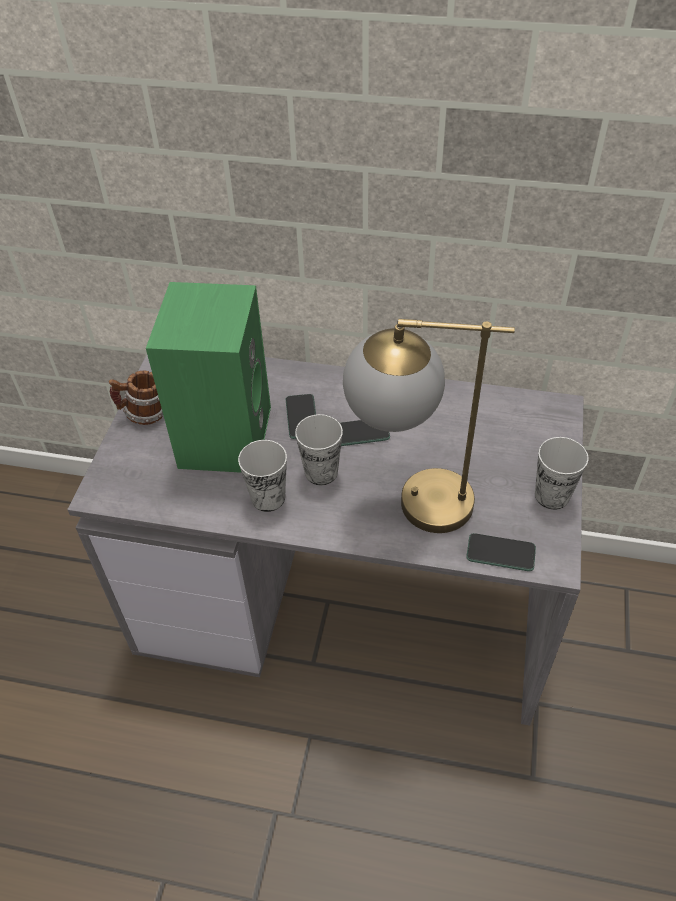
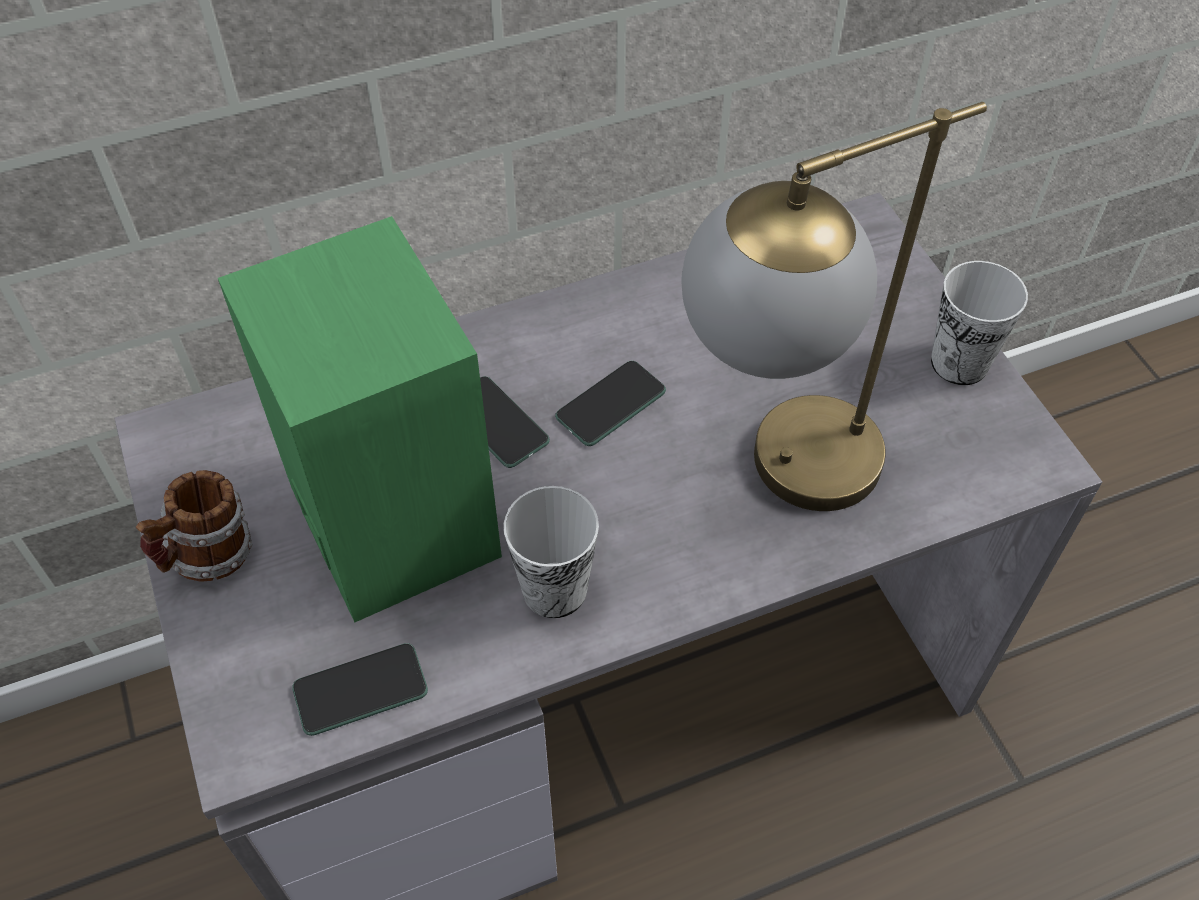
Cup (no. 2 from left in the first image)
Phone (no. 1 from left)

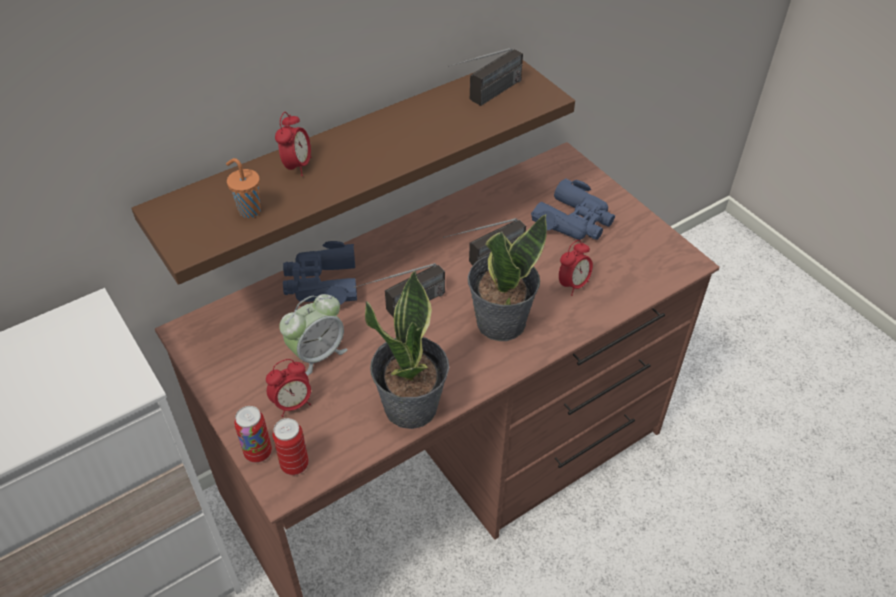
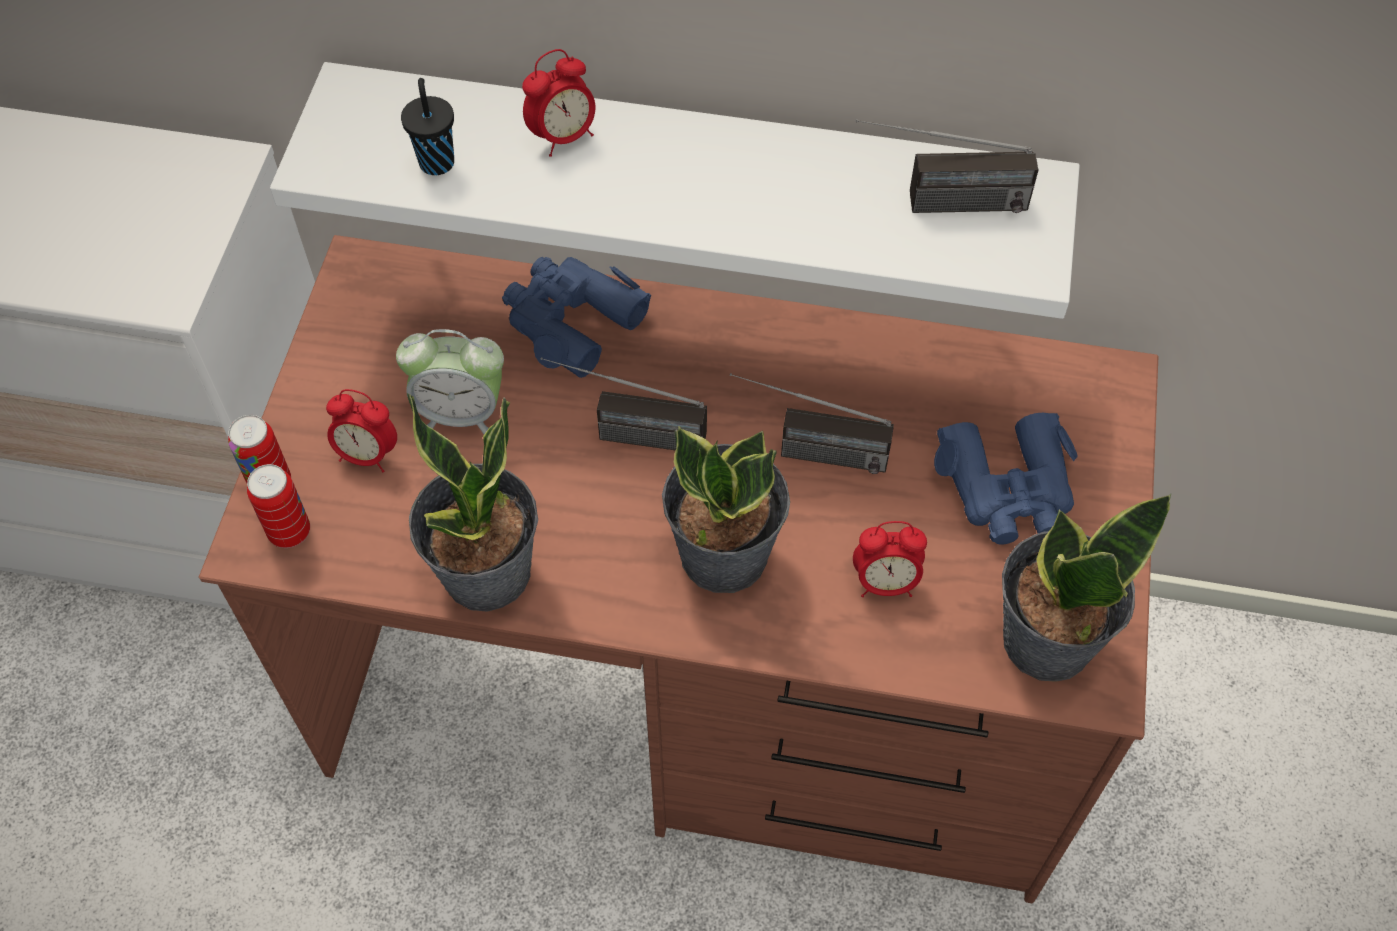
PottedPlant (no. 3 from left)
WhiteShelf
BlackCup

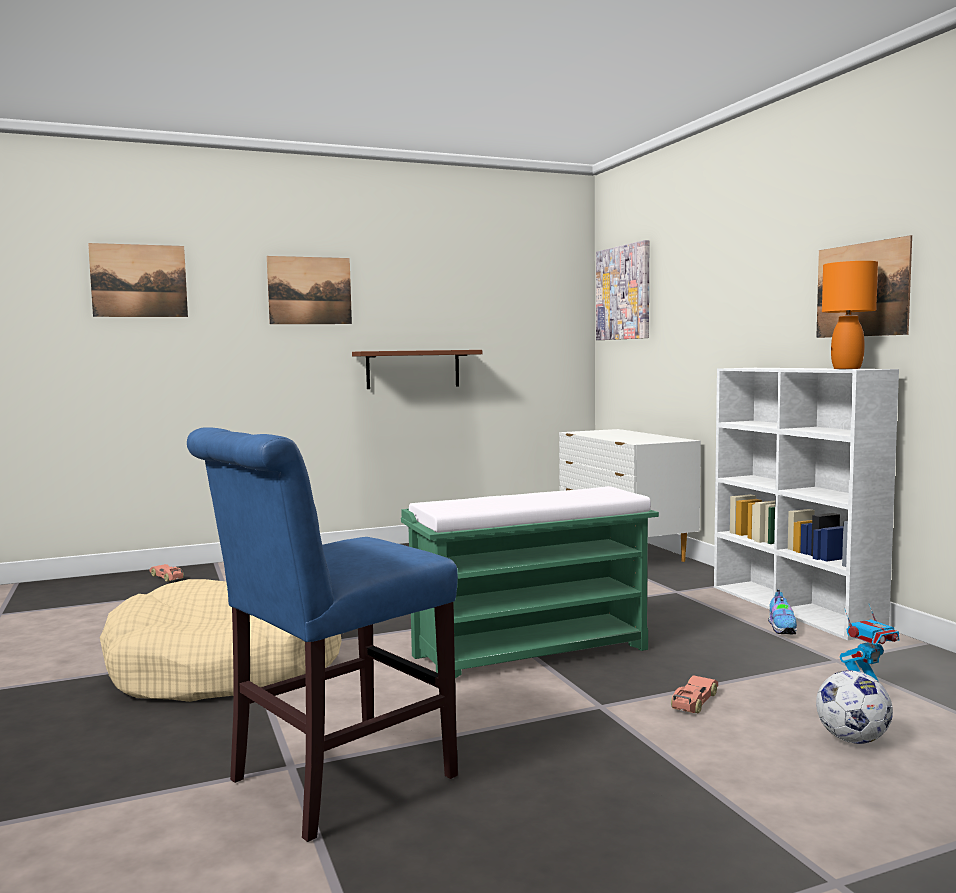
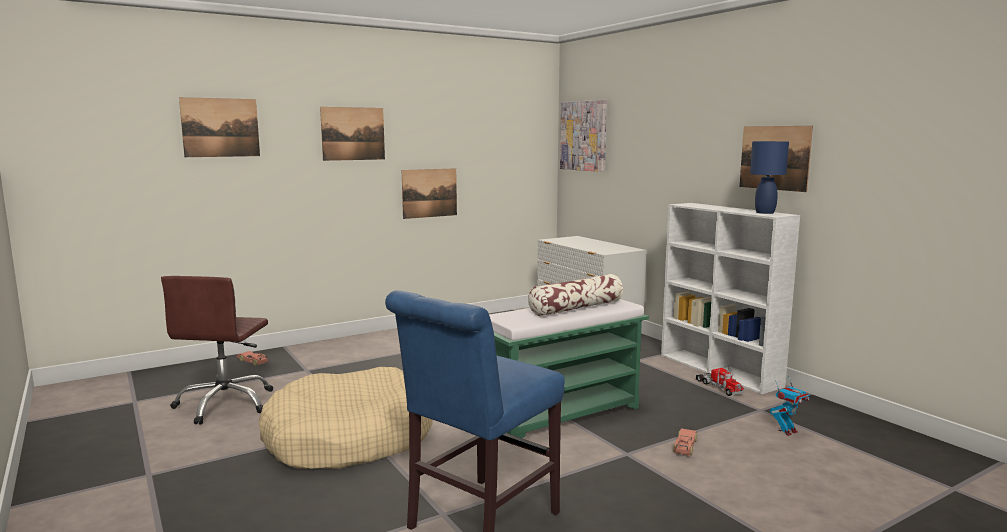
Football
BrownOfficeChair
Pillow
Picture (no. 3 from left)
ToyTruck
BlueTableLamp

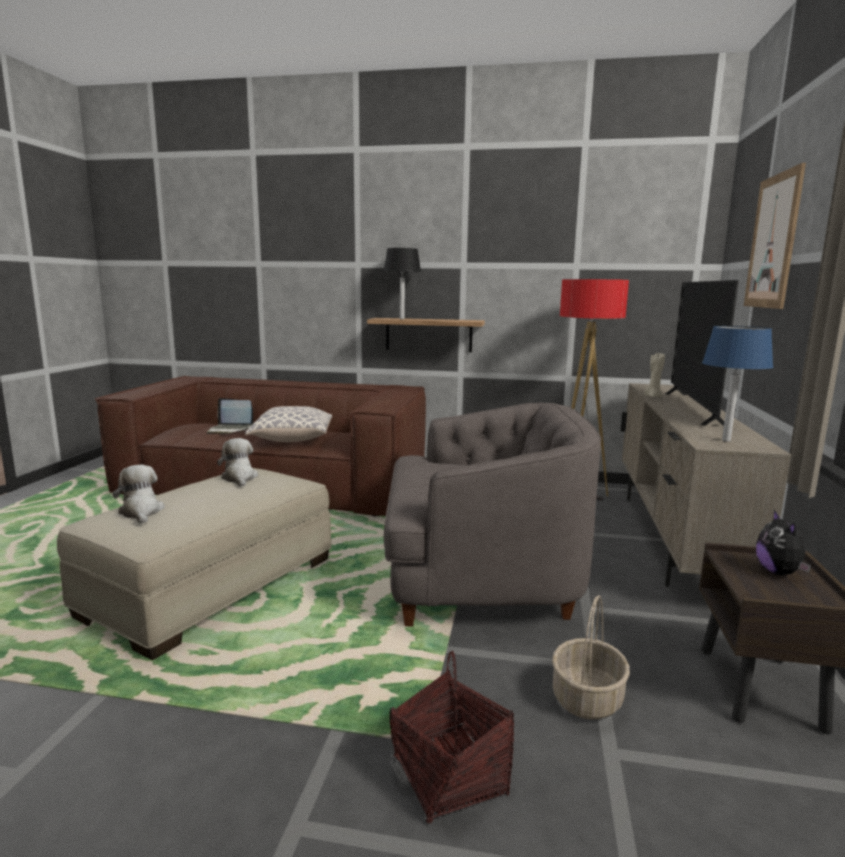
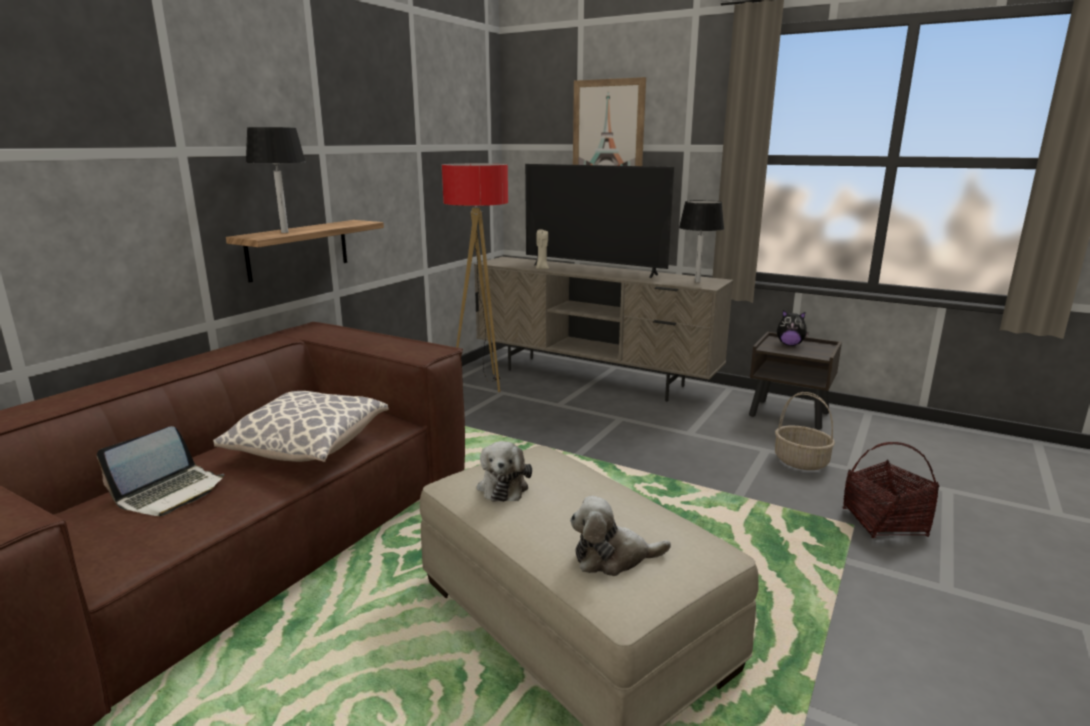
GreyArmchair
BlackTableLamp (no. 2 from left)
PlushToy (no. 1 from left)

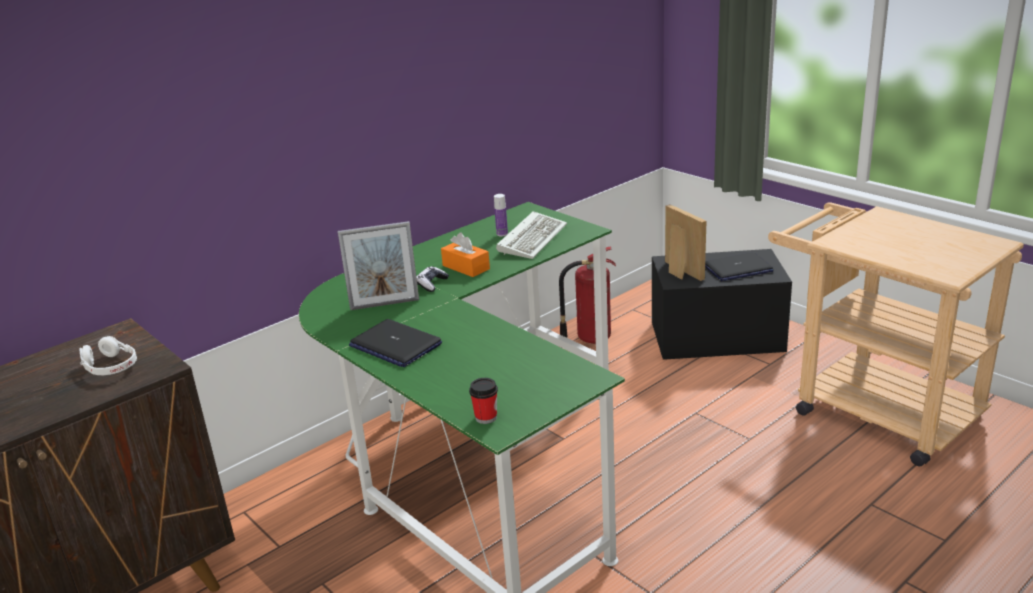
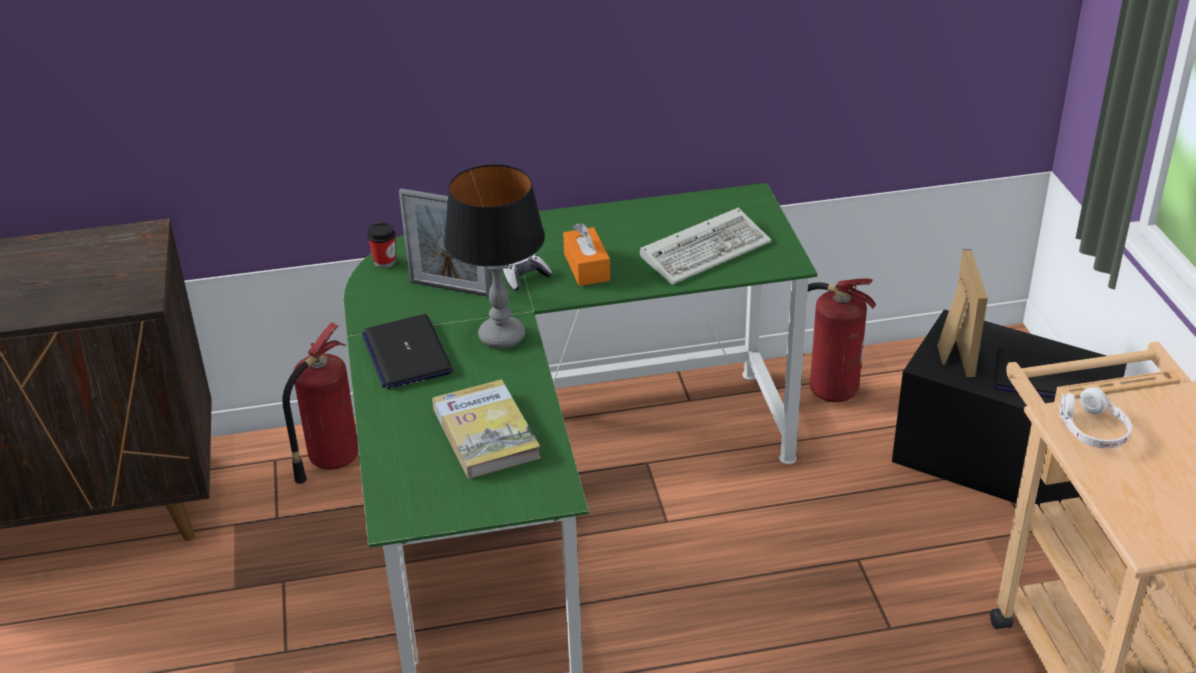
Bottle
FireExtinguisher (no. 1 from left)
Book
TableLamp
WhiteHeadphones
Cup

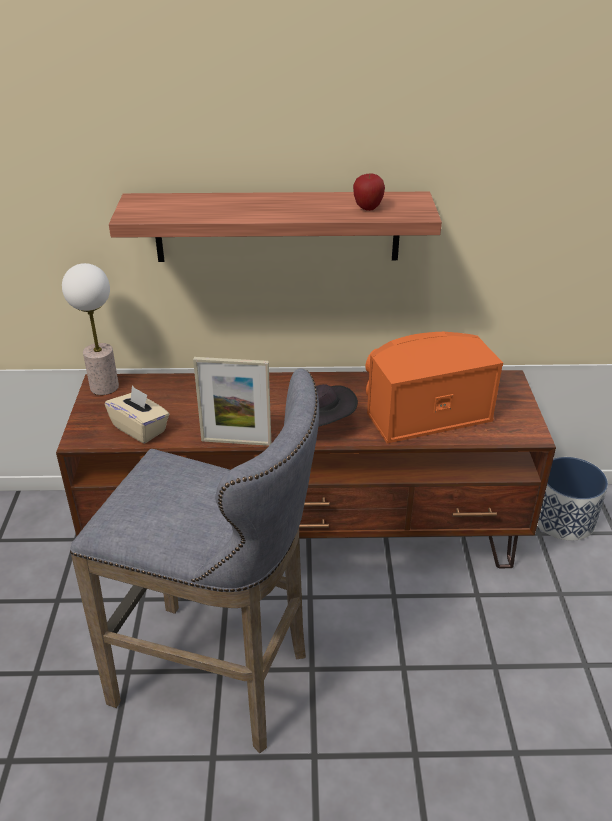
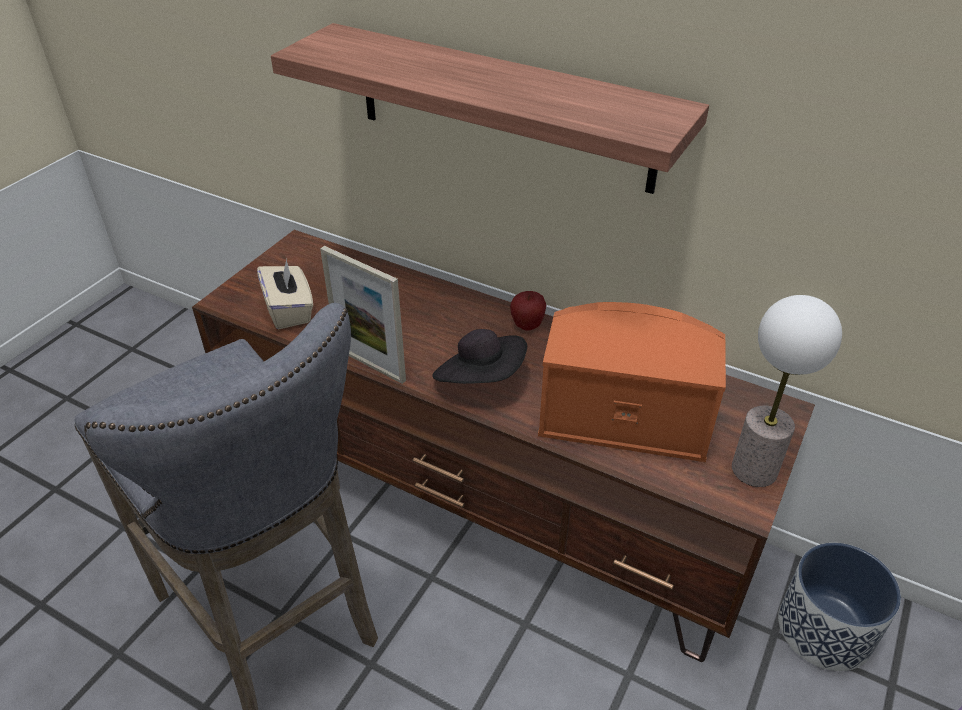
TableLamp
Apple

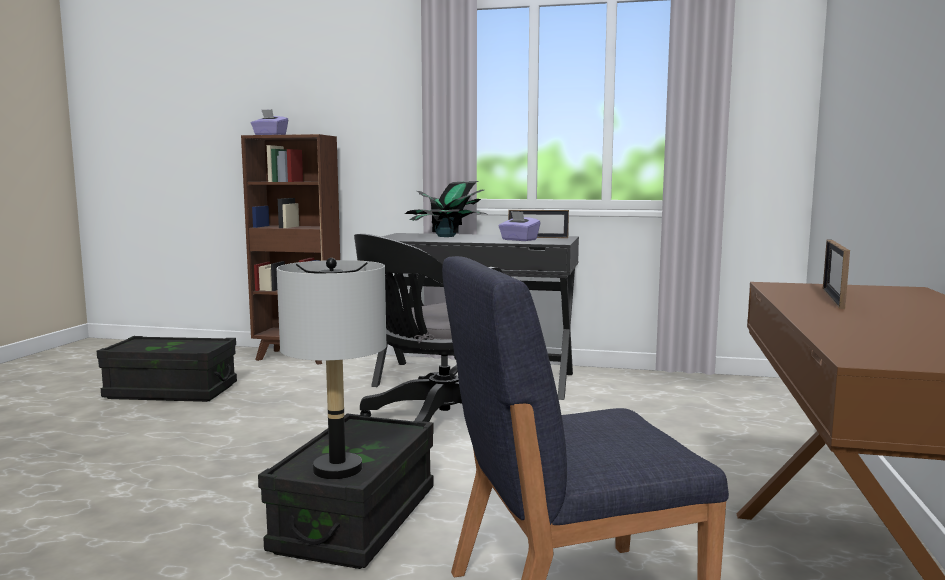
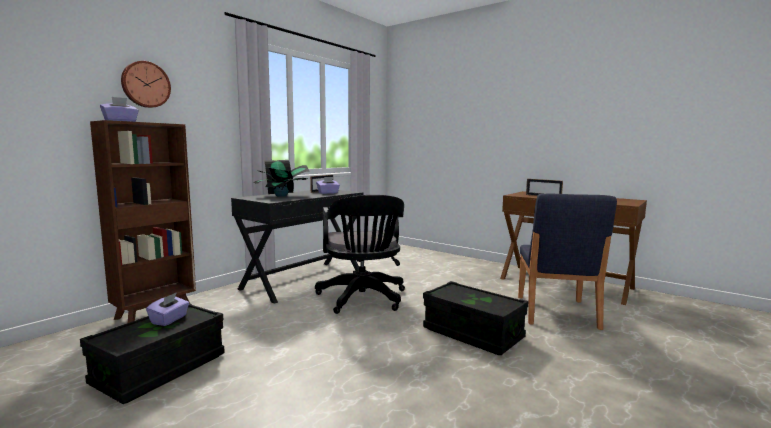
GreyTableLamp
WallClock
PurpleTissueBox (no. 2 from left)

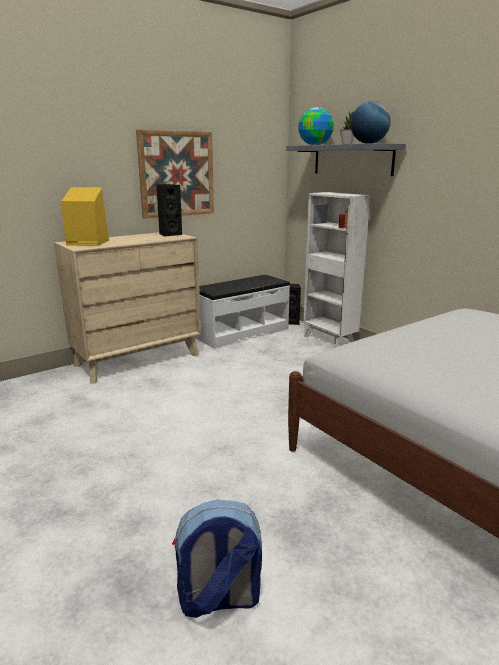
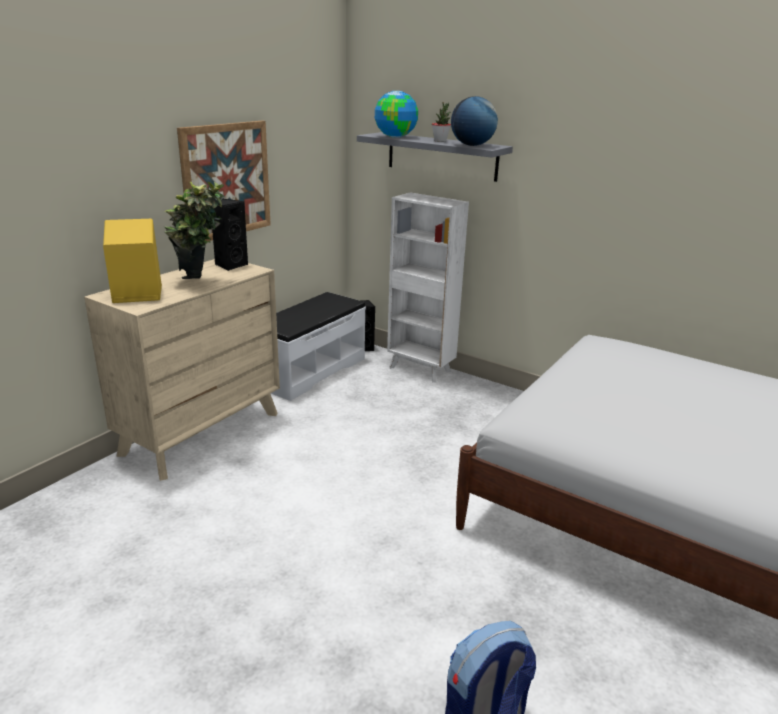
PottedPlant (no. 1 from left)

